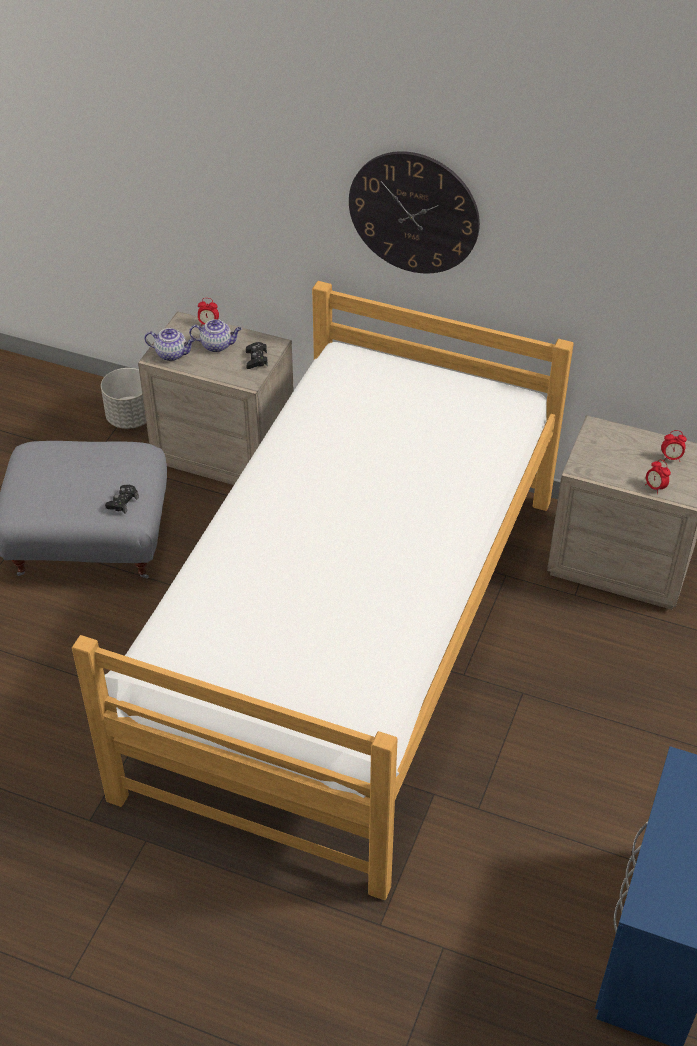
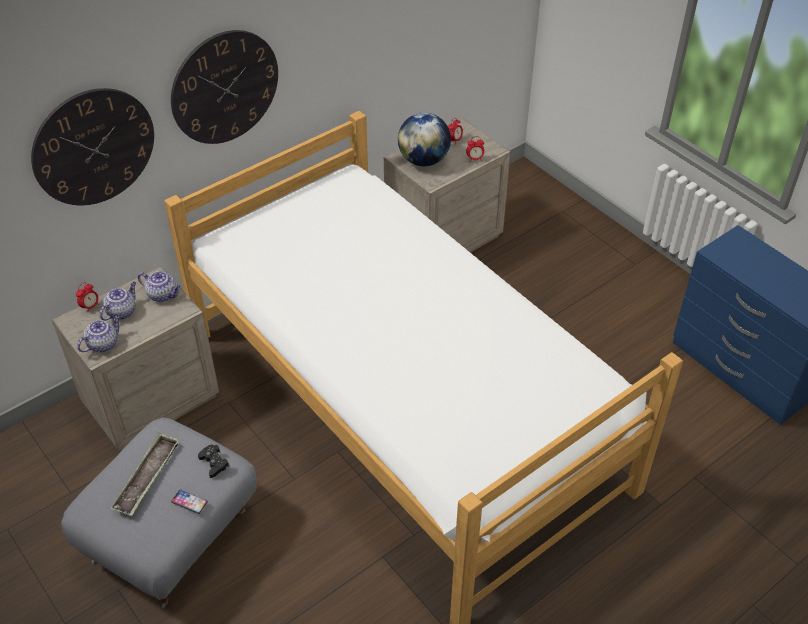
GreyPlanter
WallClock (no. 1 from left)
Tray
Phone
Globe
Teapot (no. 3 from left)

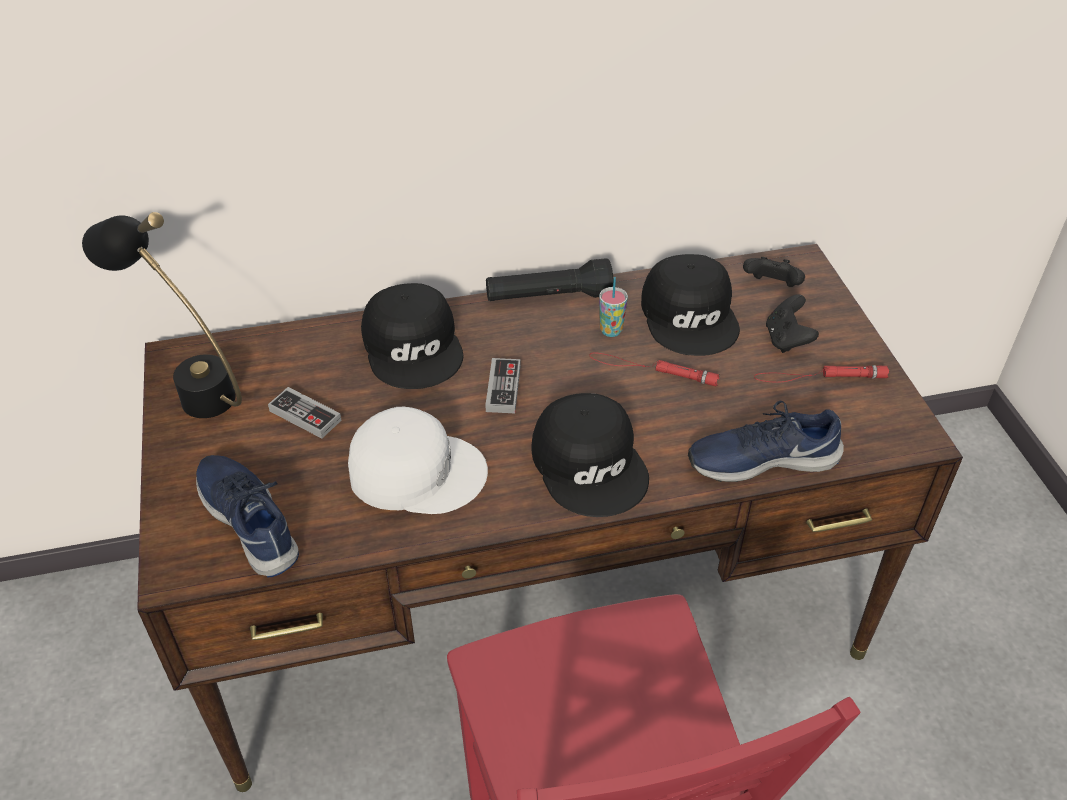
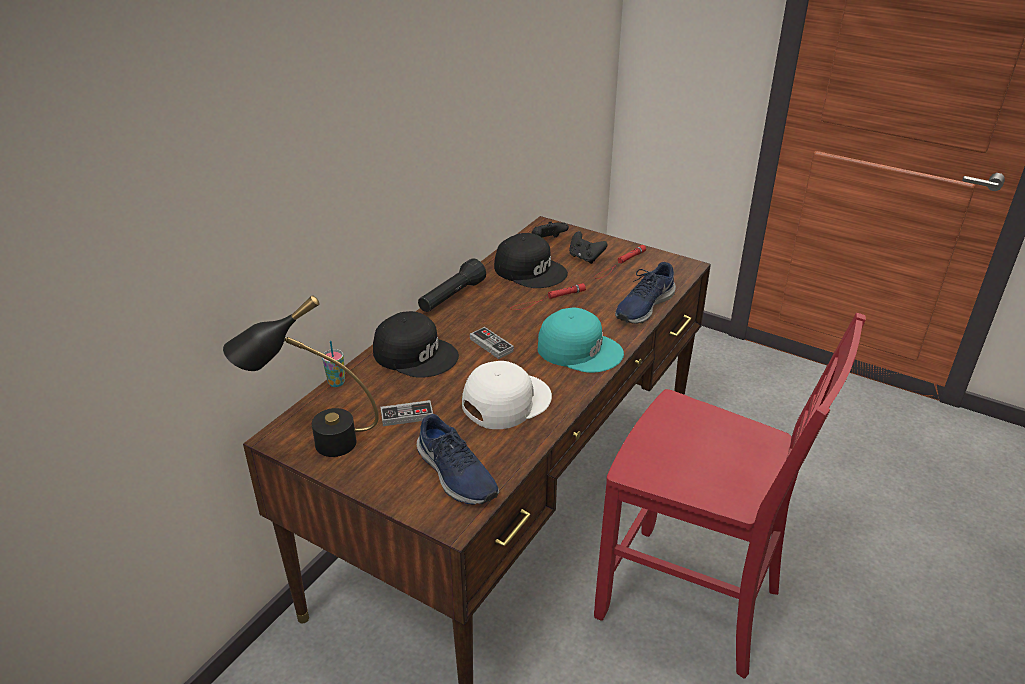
Cup
TurquoiseCap
BlueShoe (no. 1 from left)

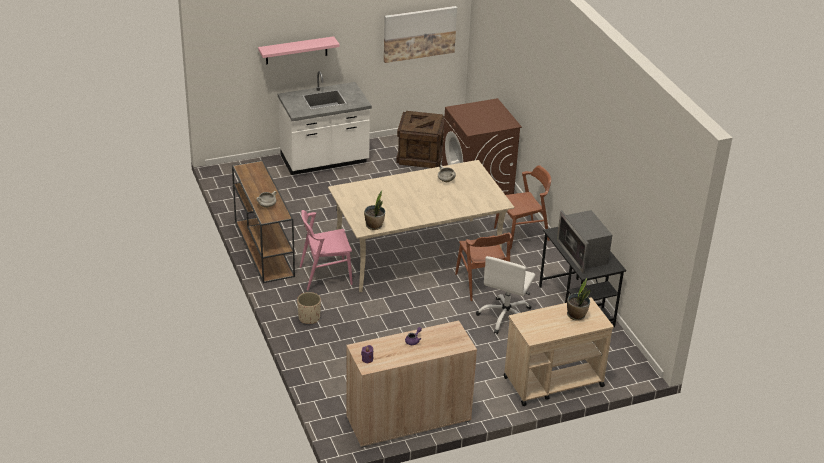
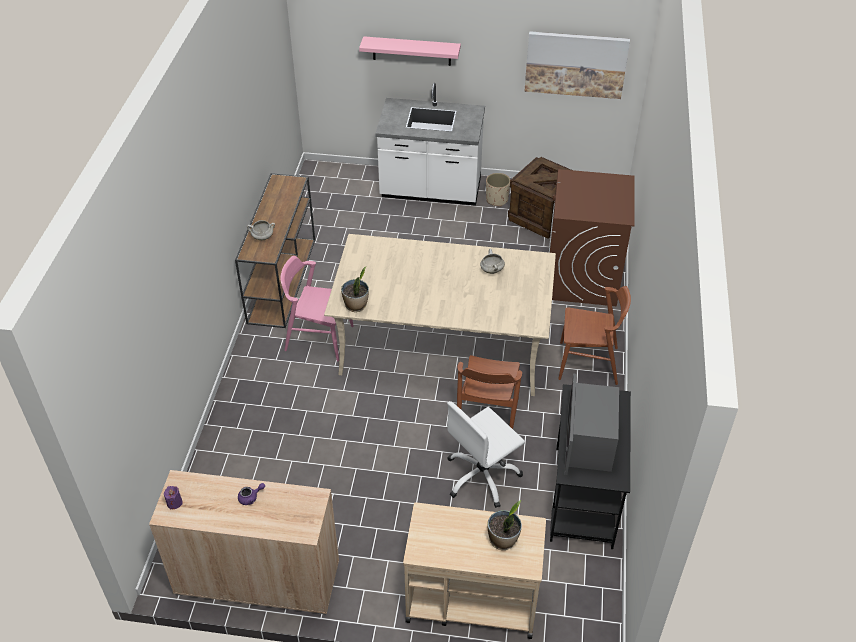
BeigePlanter

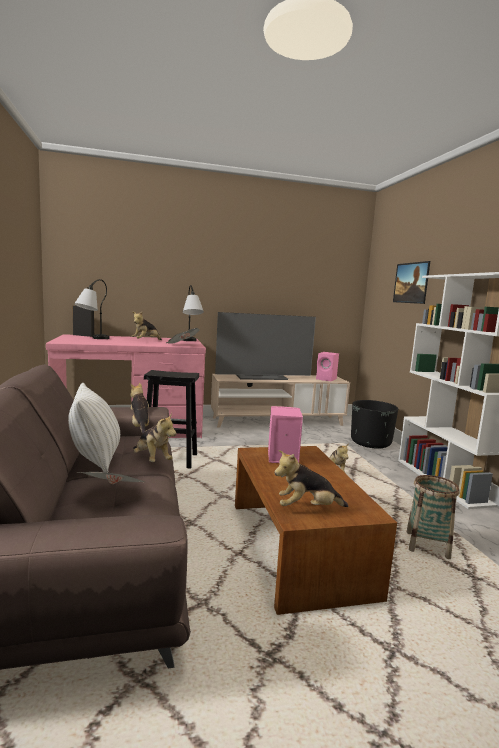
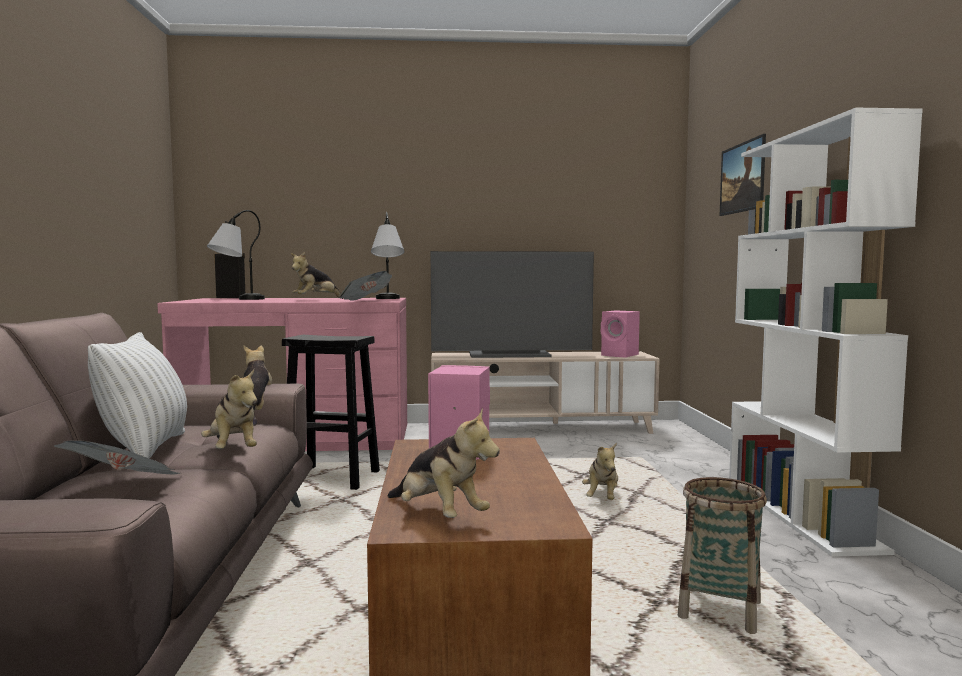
BlackPlanter
PlushToy (no. 4 from left)

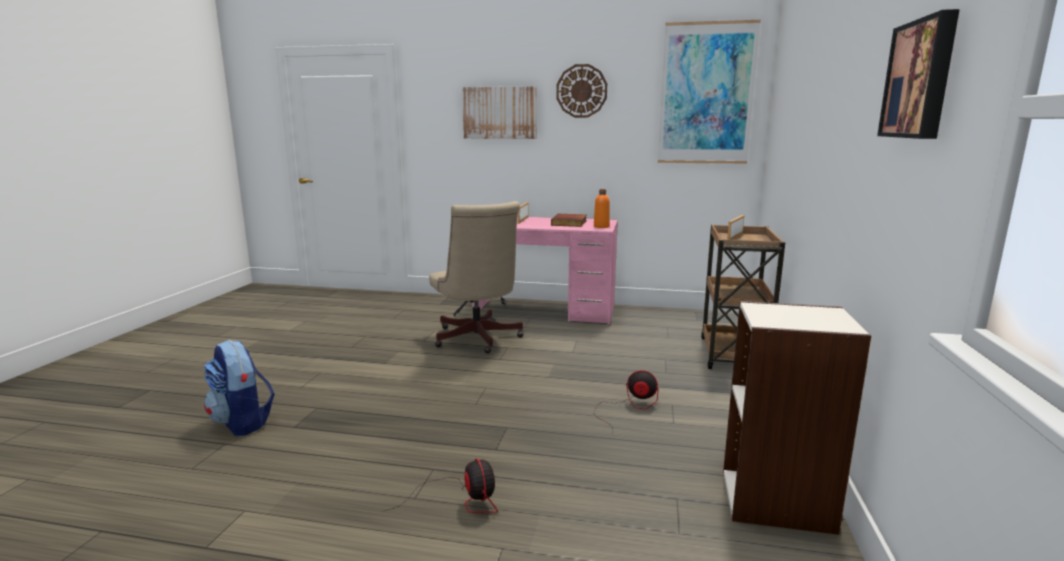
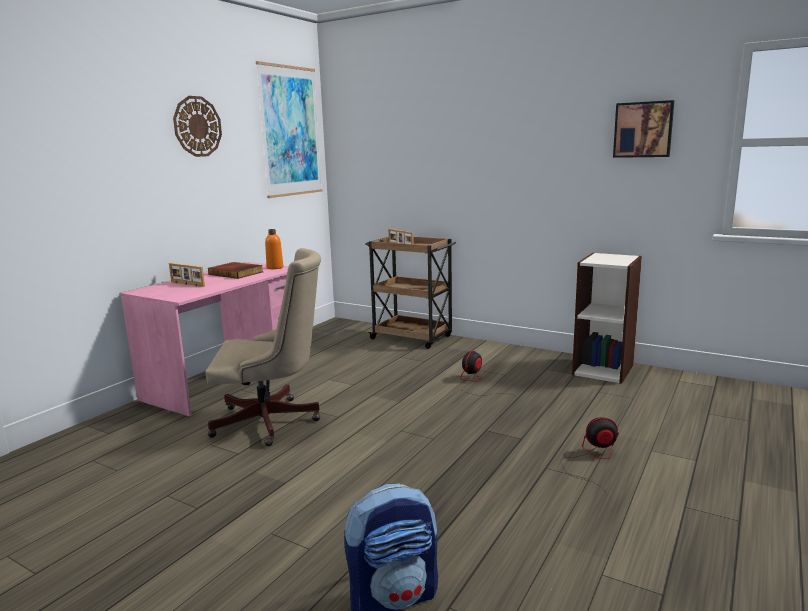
Picture (no. 1 from left in the first image)

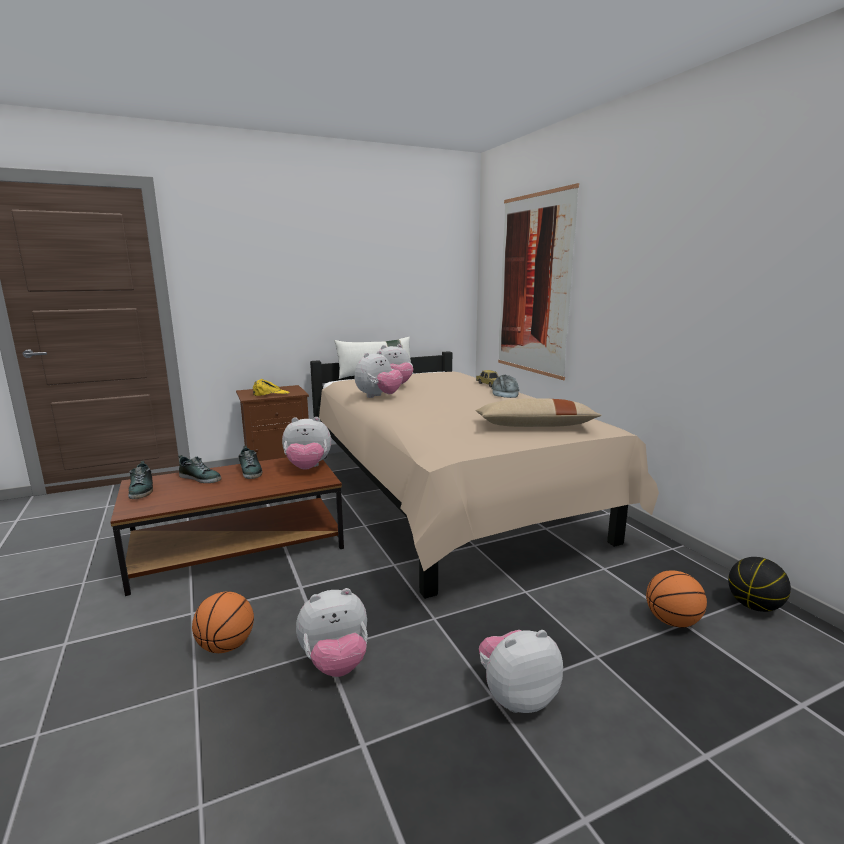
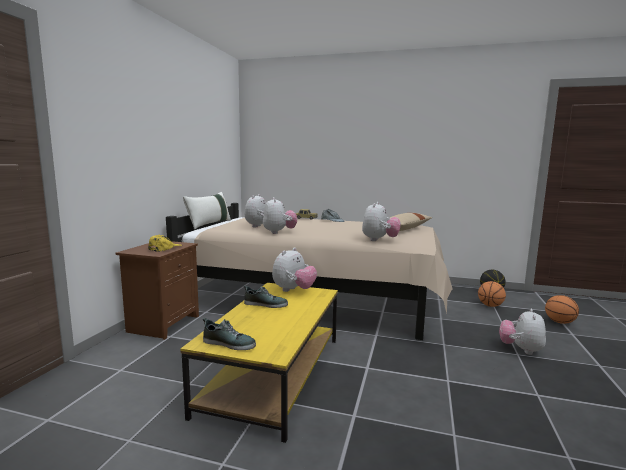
Shoe (no. 2 from left in the first image)
Picture
Basketball (no. 3 from left)
PlushToy (no. 4 from left)
YellowCoffeeTable

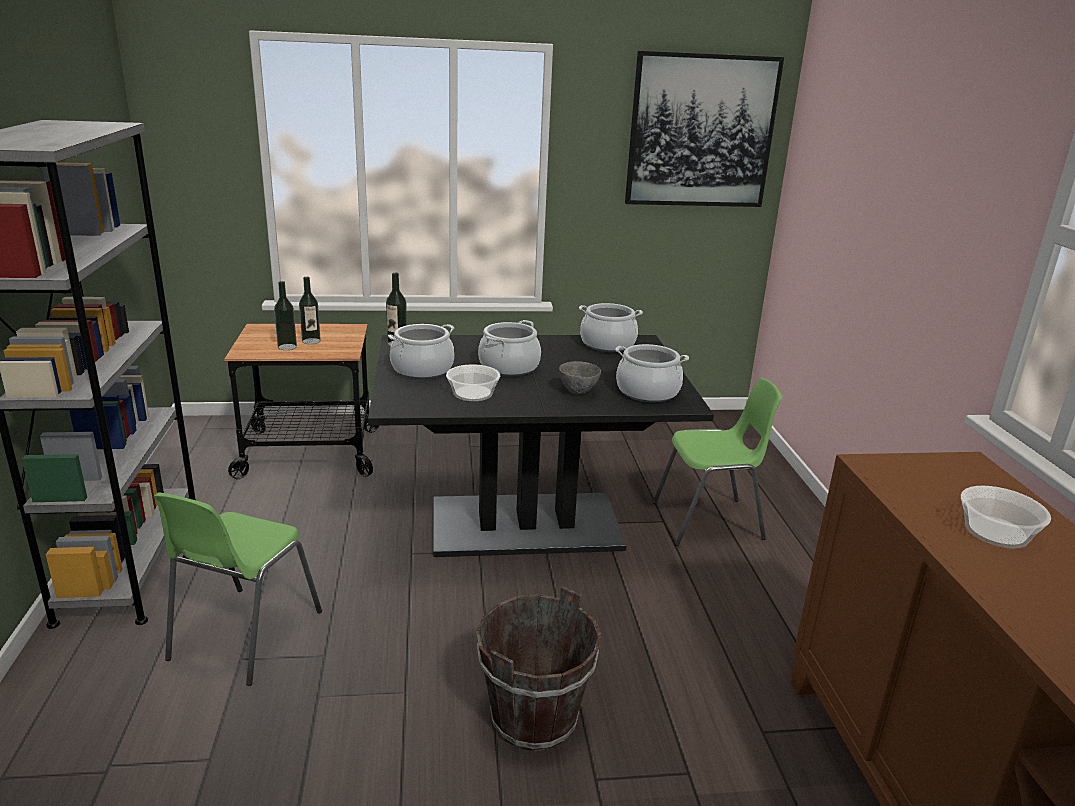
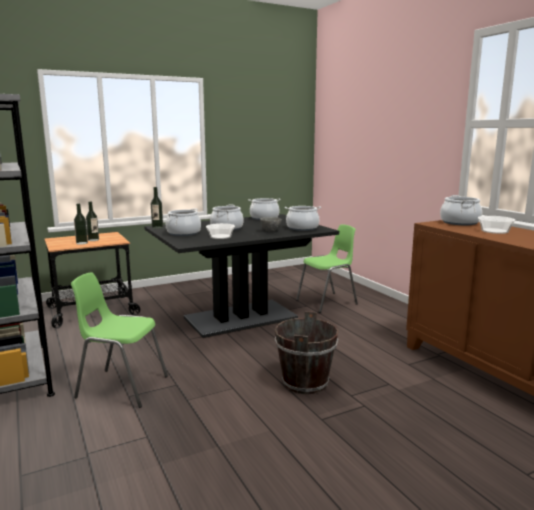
Picture
CookingPot (no. 5 from left)
GreenChair (no. 1 from left)

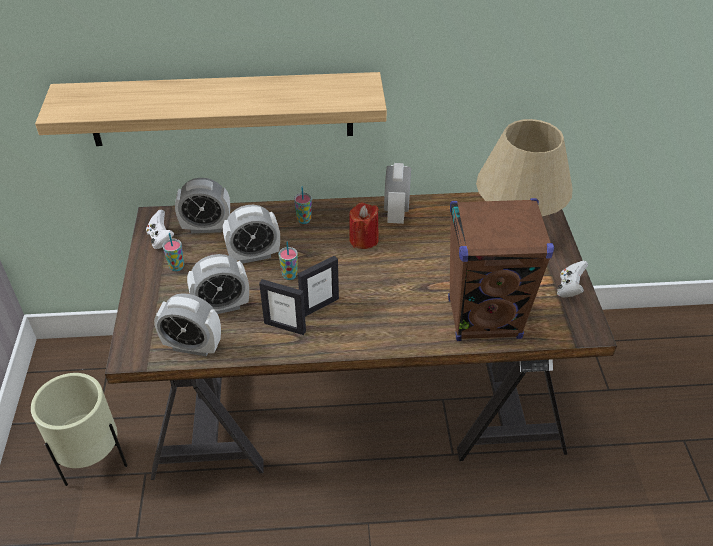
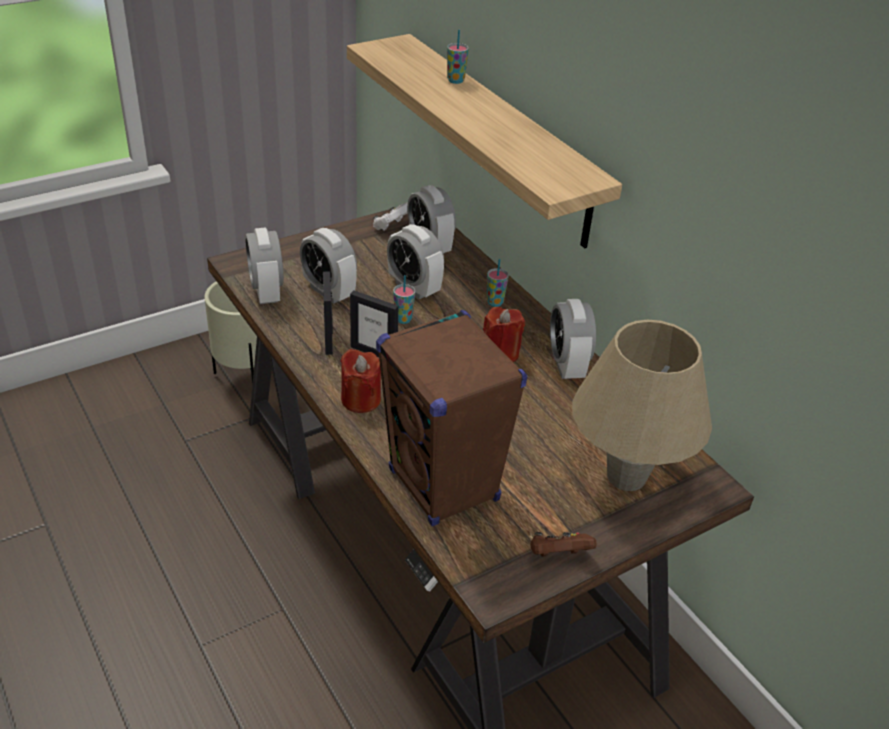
RedCandle (no. 1 from left)
Cup (no. 2 from left)
BrownGameController
AlarmClock (no. 5 from left)

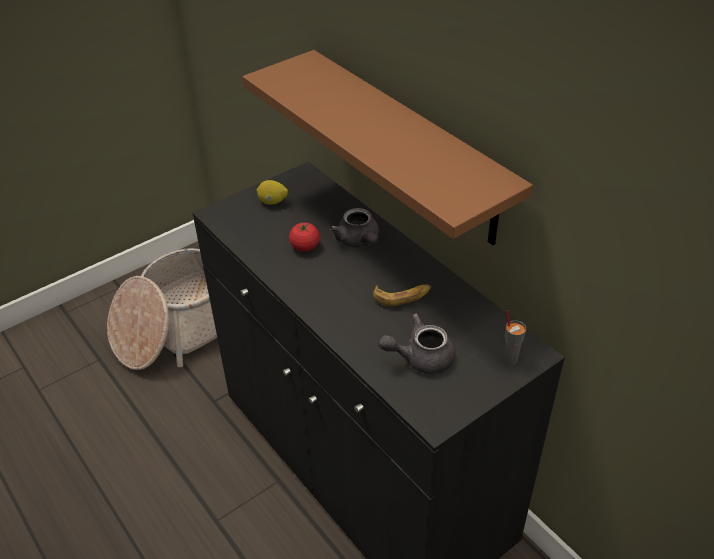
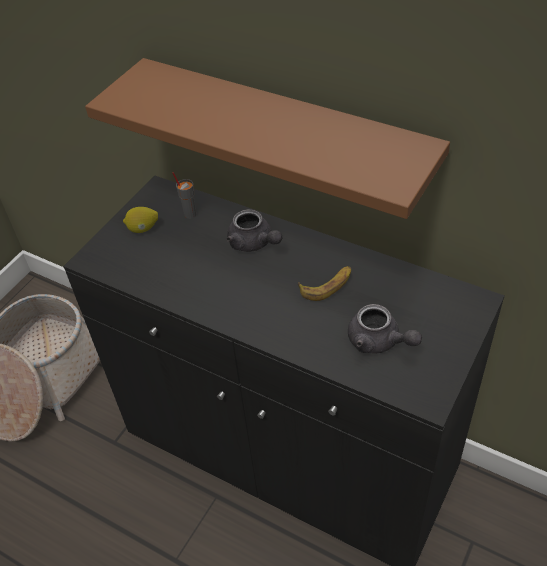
Tomato
GreyCup
GreyTeapot (no. 2 from left)

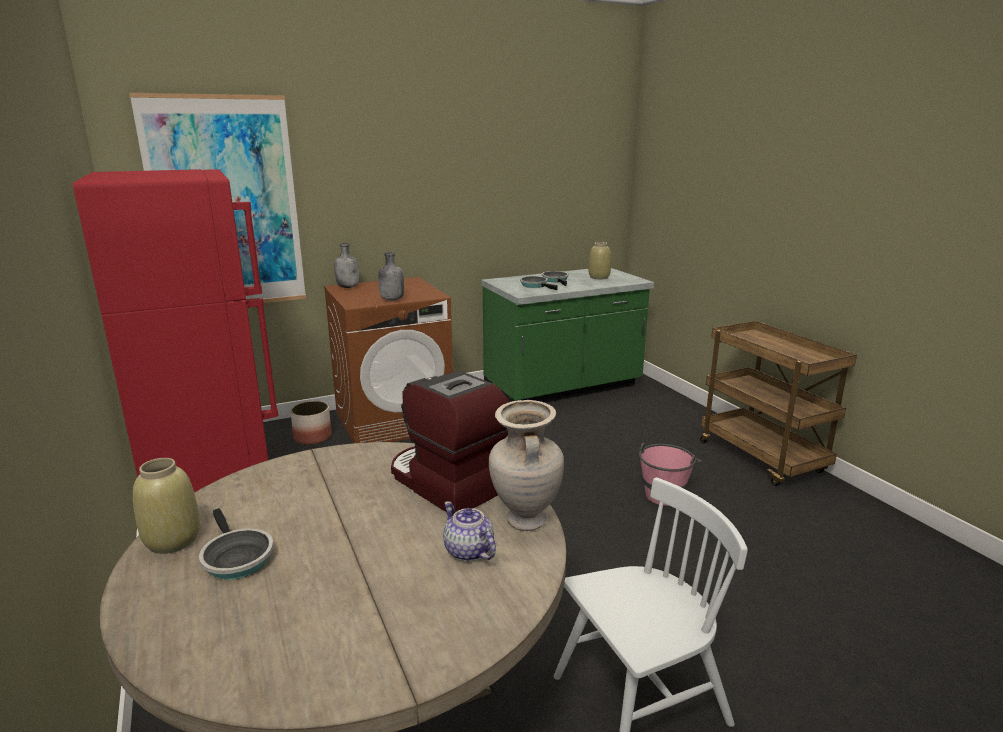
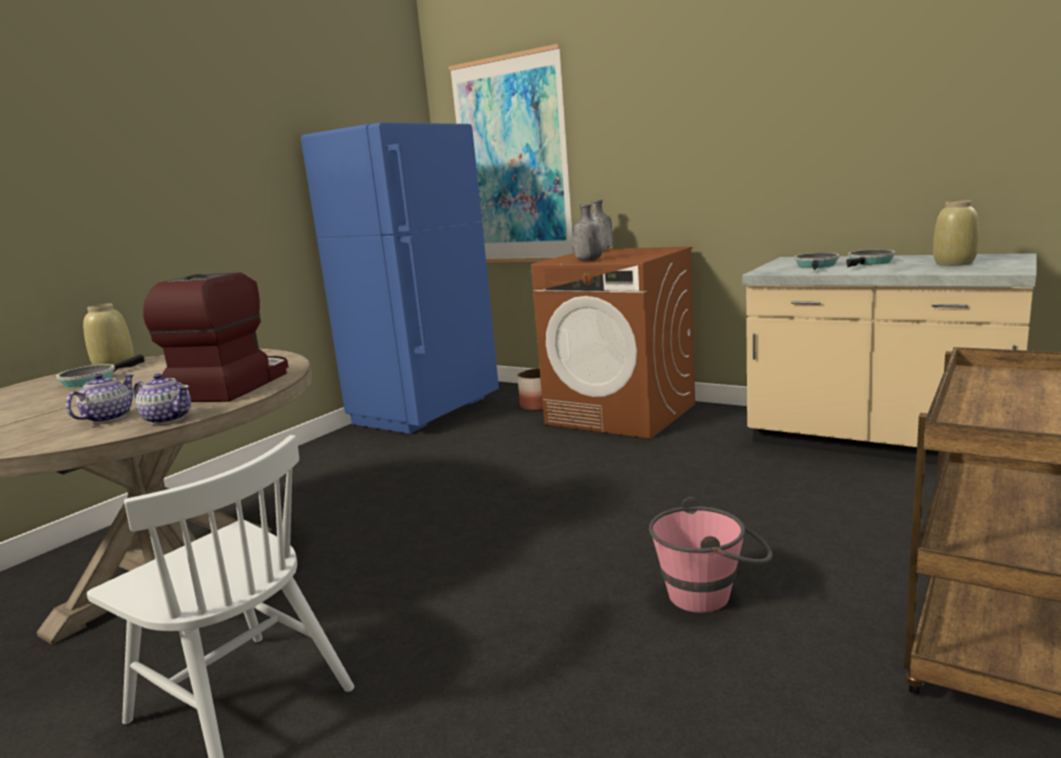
Teapot (no. 2 from left)
BlueFridge
BeigeCounter

